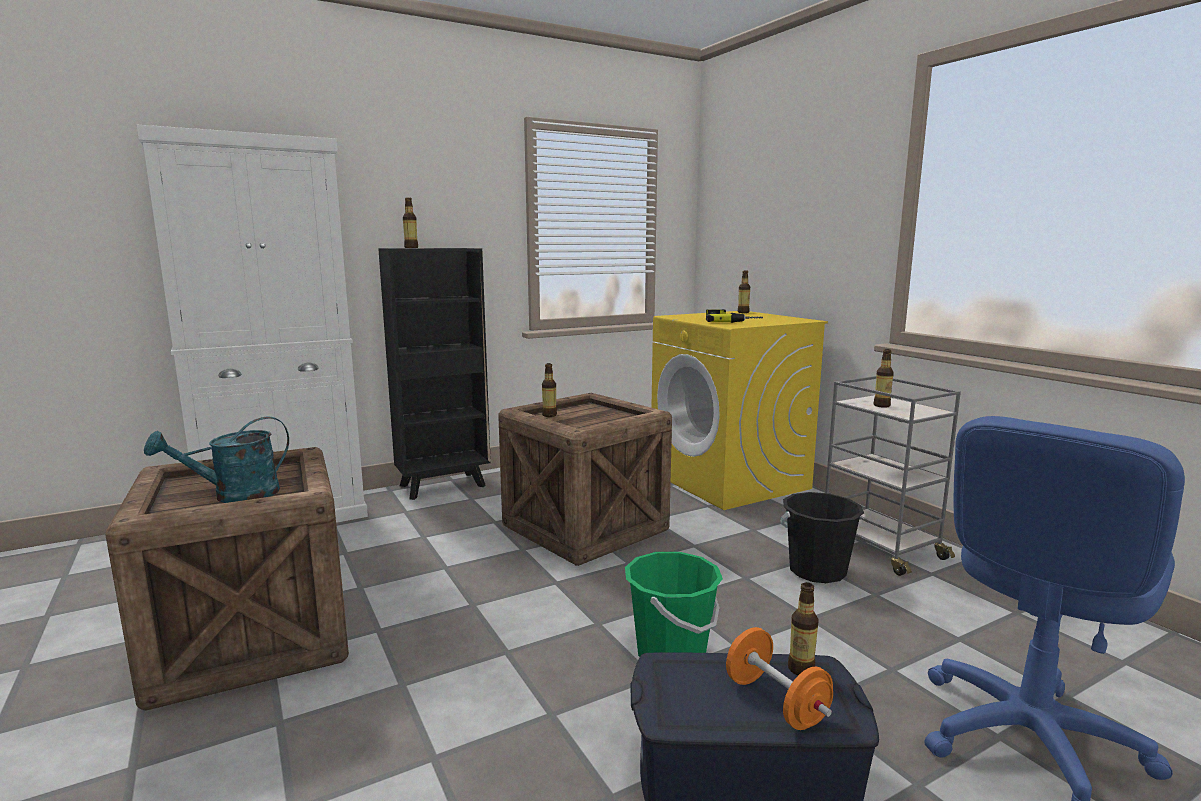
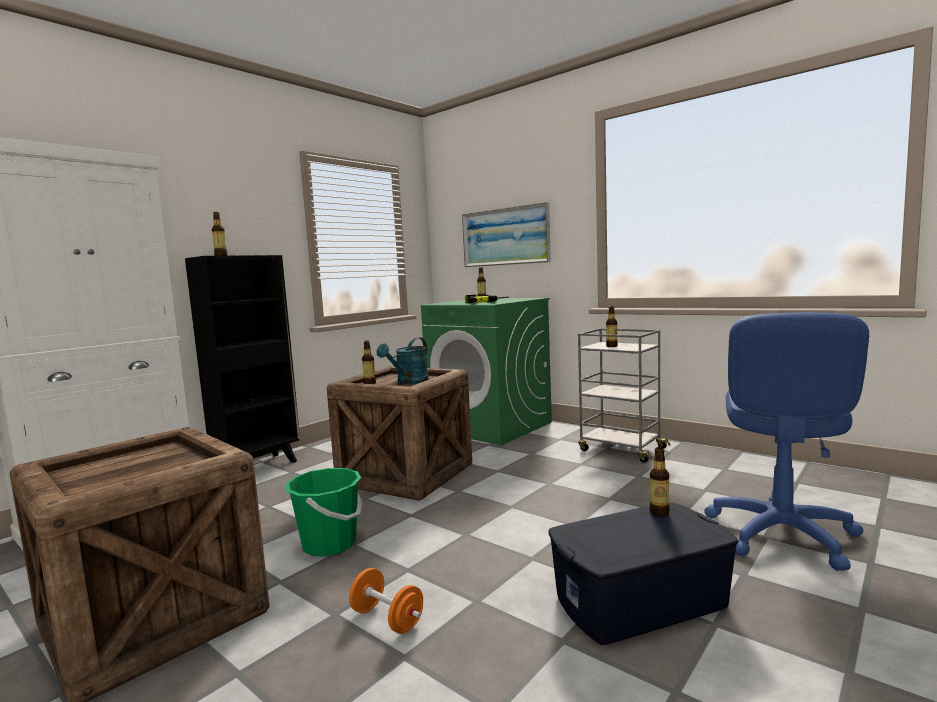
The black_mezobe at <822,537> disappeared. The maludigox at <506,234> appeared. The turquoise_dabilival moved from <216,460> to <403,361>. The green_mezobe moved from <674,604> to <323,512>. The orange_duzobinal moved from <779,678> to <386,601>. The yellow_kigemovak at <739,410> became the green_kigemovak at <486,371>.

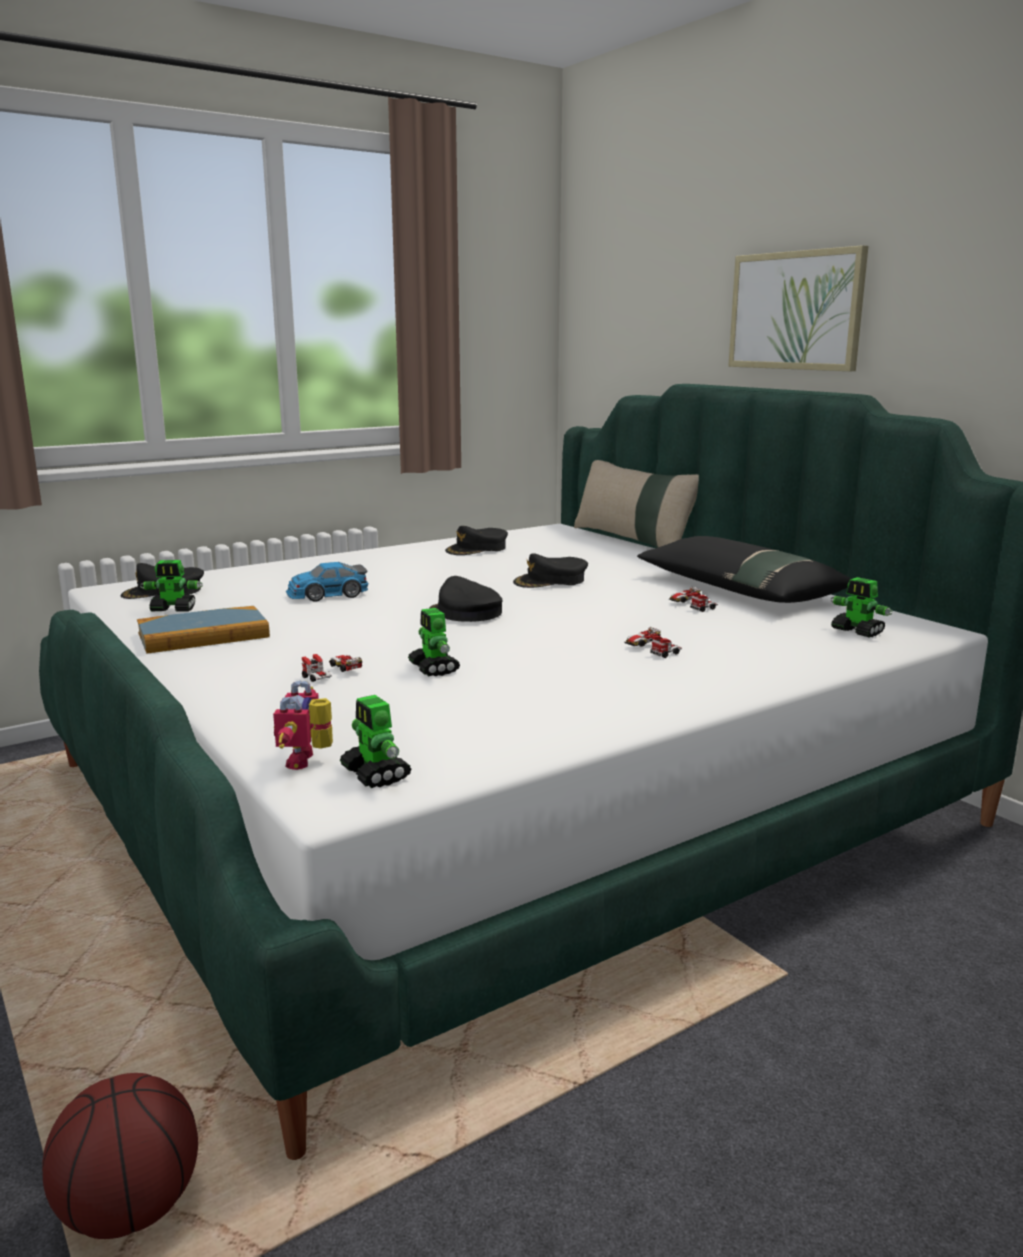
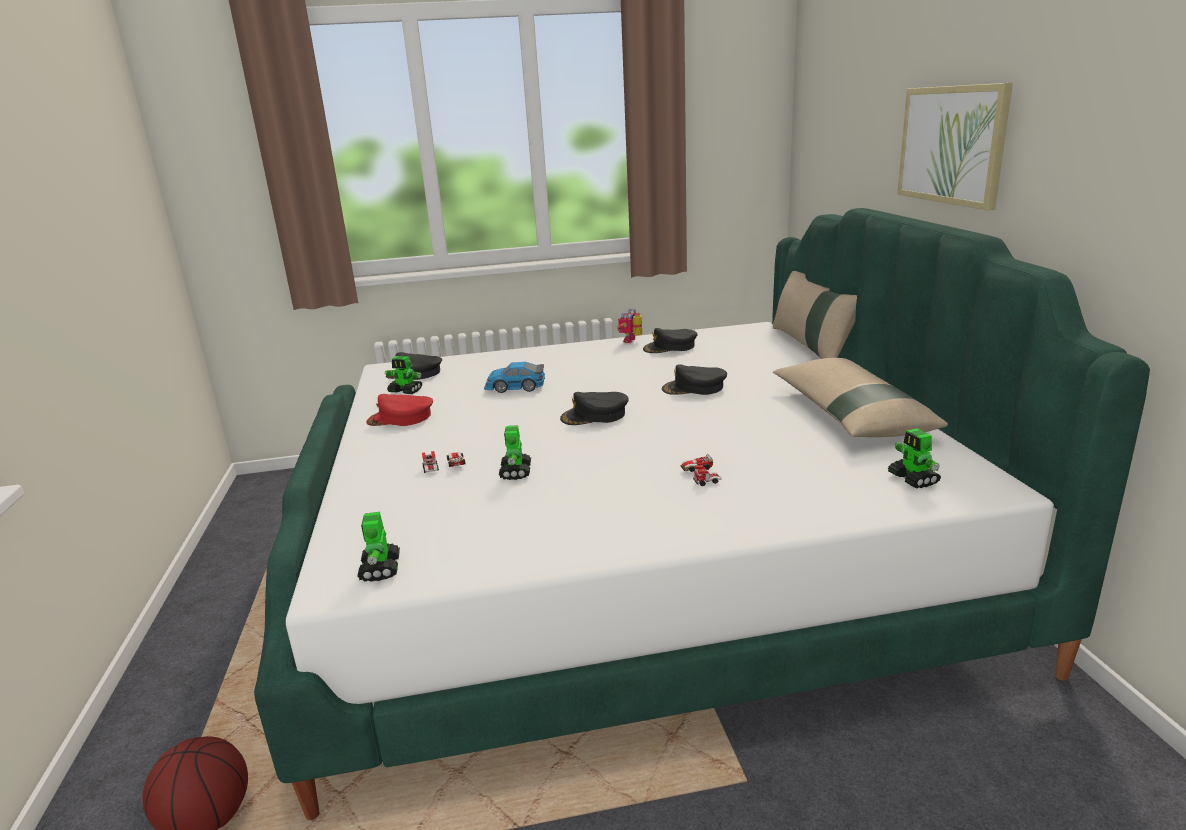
The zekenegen at <693,599> disappeared. The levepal moved from <303,725> to <629,325>. The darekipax at <203,630> was replaced by the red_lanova at <399,410>. The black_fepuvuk at <744,569> became the beige_fepuvuk at <860,397>. The black_lanova at <465,599> turned 90 degrees counterclockwise.

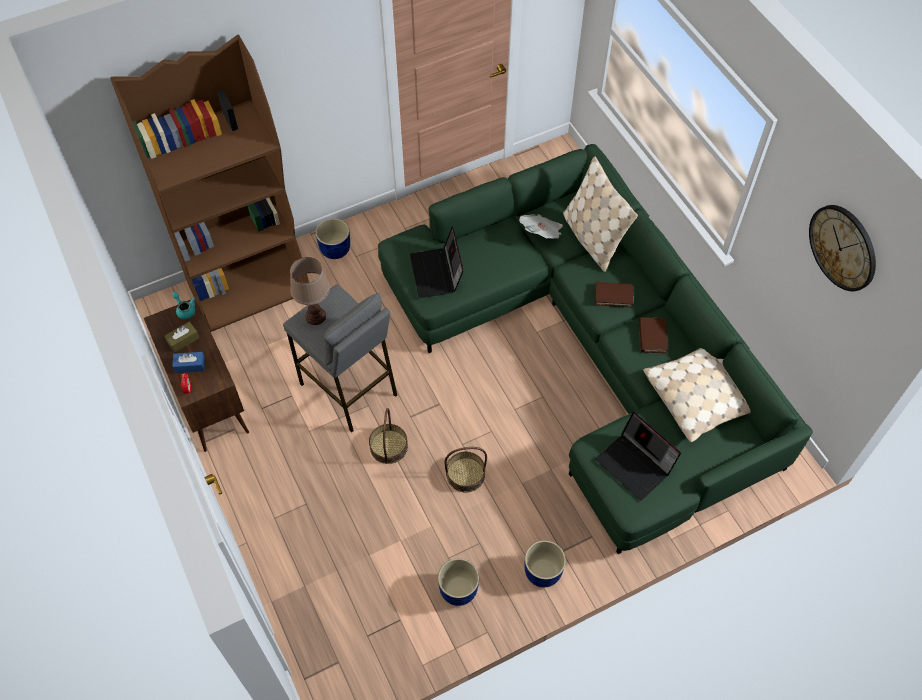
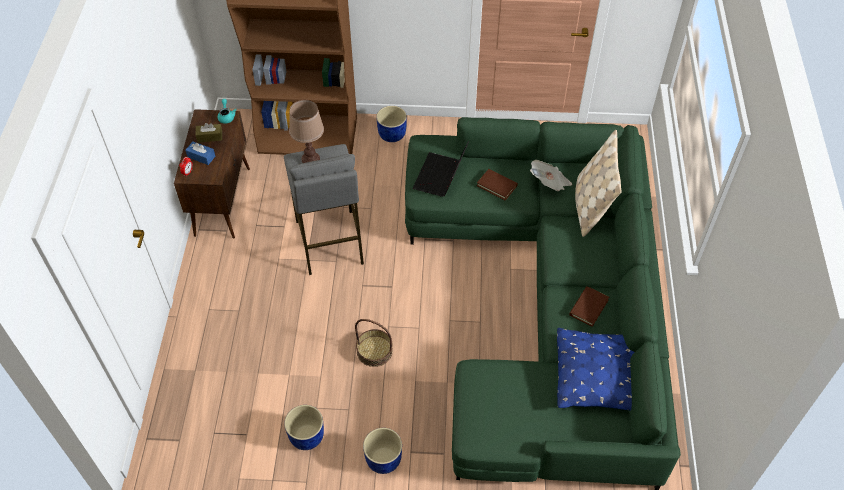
The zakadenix at <388,436> disappeared. The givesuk at <638,456> disappeared. The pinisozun at <842,248> disappeared. The brown_darekipax moved from <614,294> to <497,185>. The beige_fepuvuk at <697,395> became the blue_fepuvuk at <595,369>.

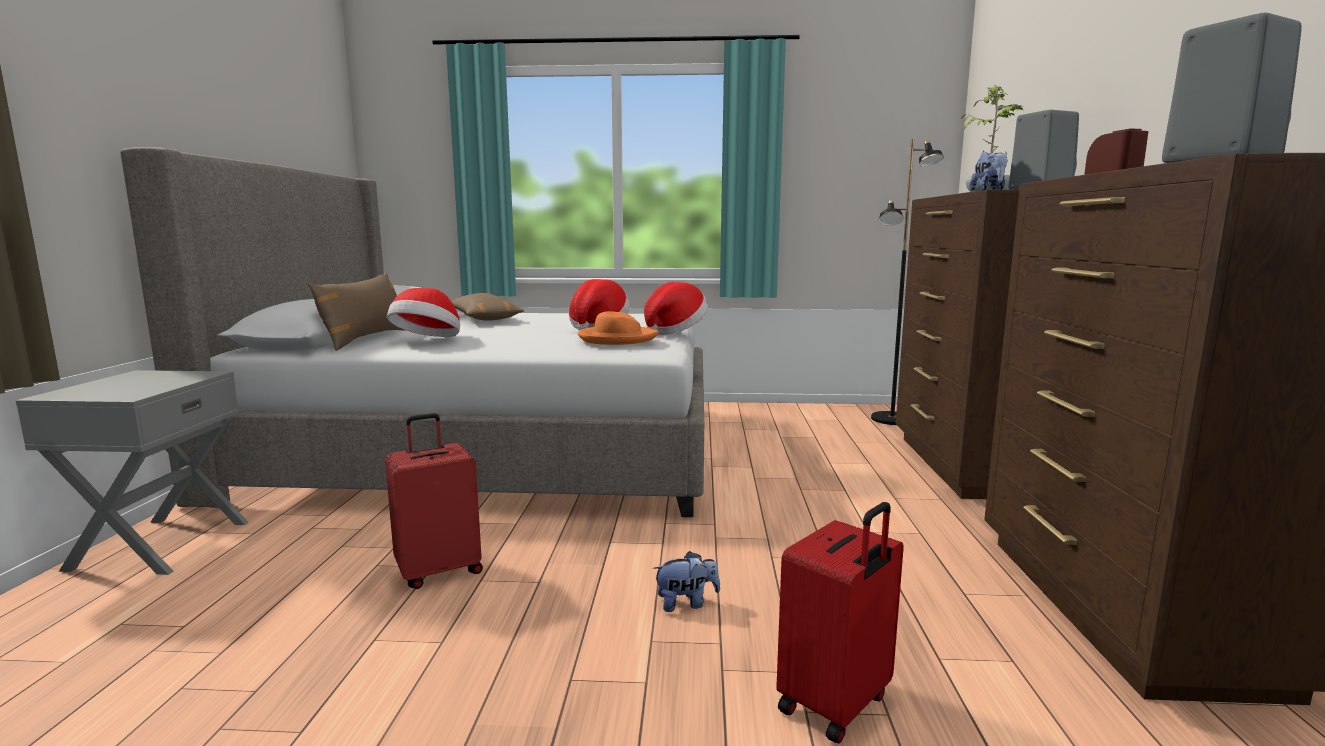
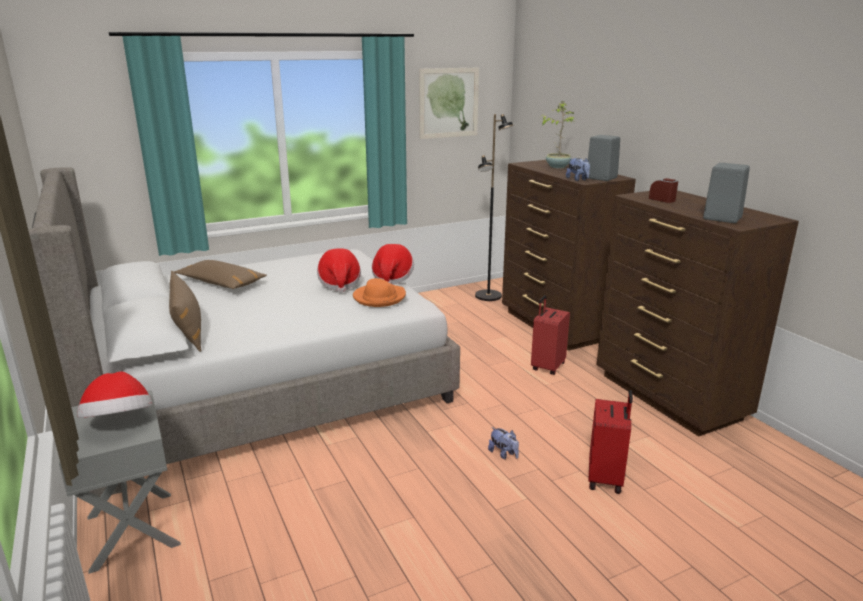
The maludigox at <449,103> appeared. The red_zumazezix moved from <434,501> to <550,335>. The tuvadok moved from <423,312> to <115,394>. The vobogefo at <686,581> turned 90 degrees clockwise.

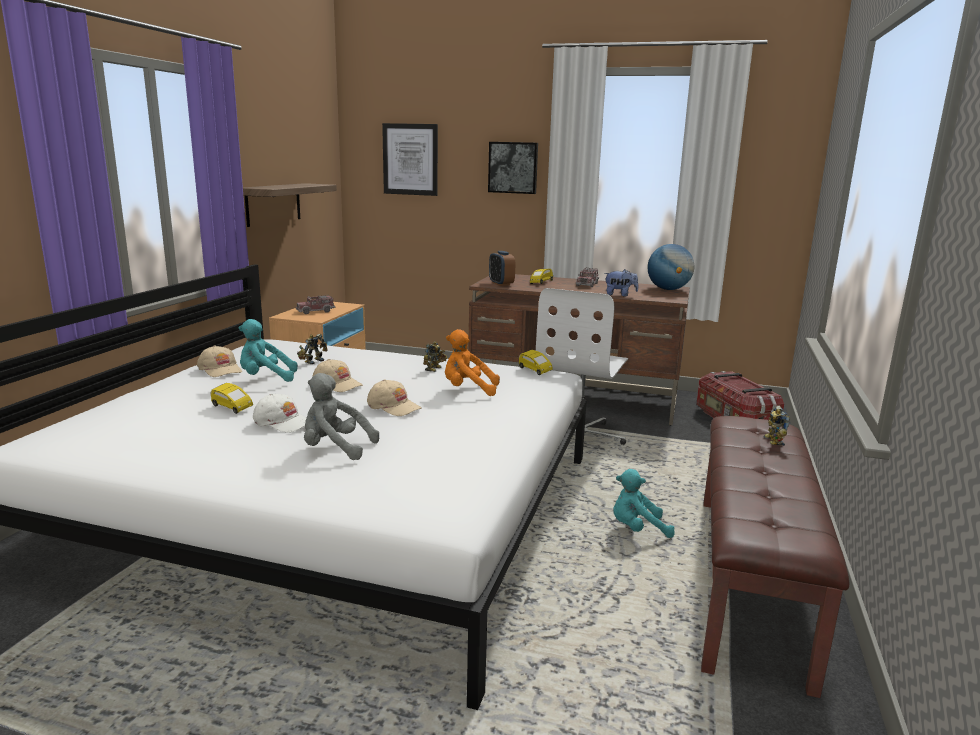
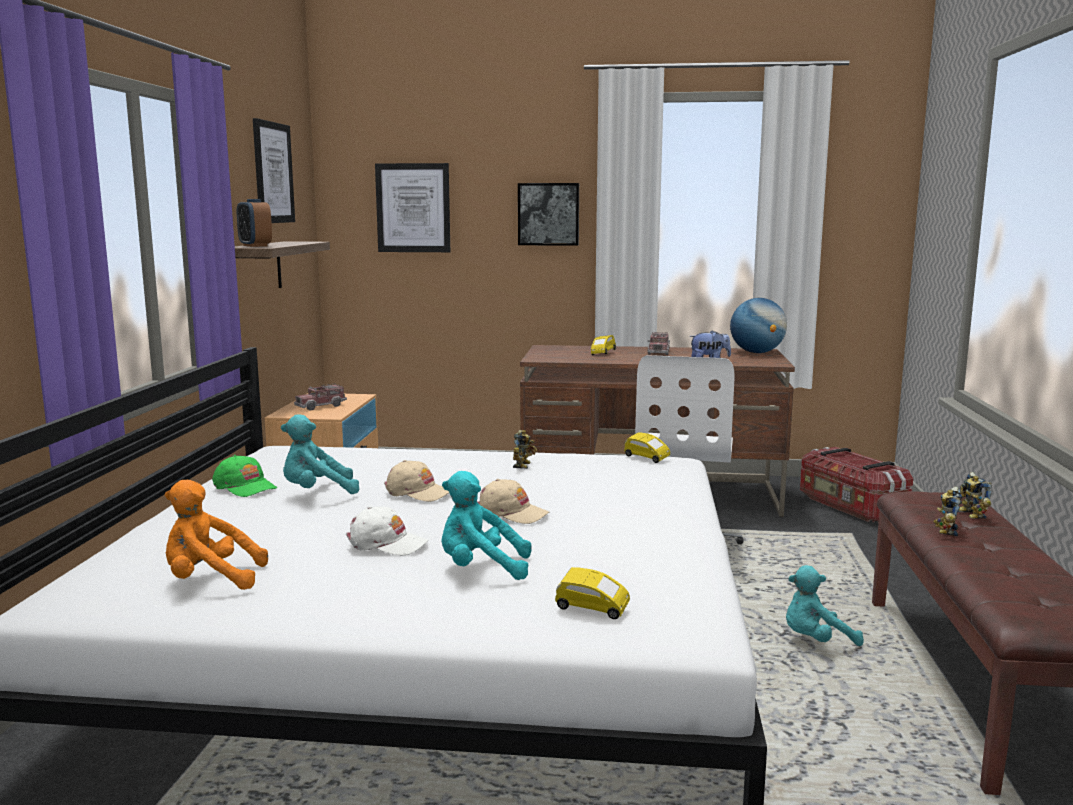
The maludigox at <274,170> appeared. The yellow_zekenegen moved from <231,398> to <592,593>. The levepal moved from <312,349> to <947,511>. The orange_vobogefo moved from <472,362> to <216,535>. The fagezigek moved from <502,268> to <254,223>. The beige_lanova at <219,361> became the green_lanova at <244,476>. The grey_vobogefo at <341,416> became the turquoise_vobogefo at <486,525>.

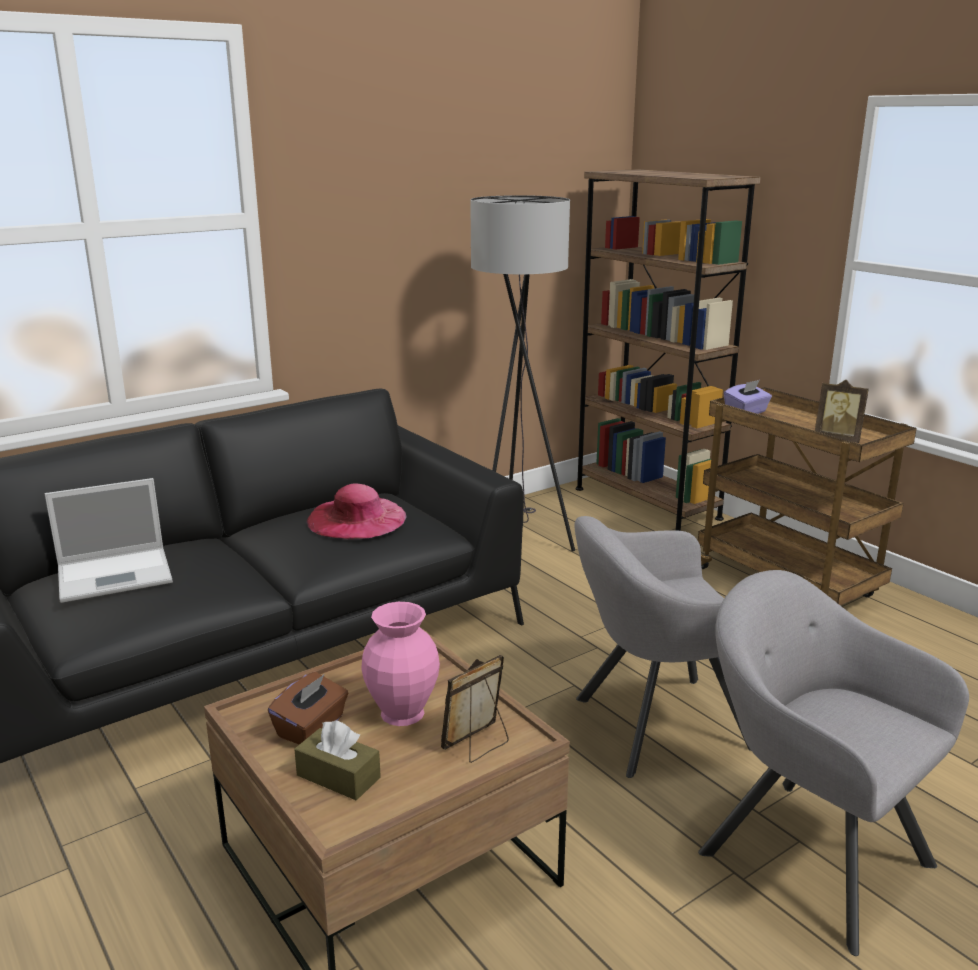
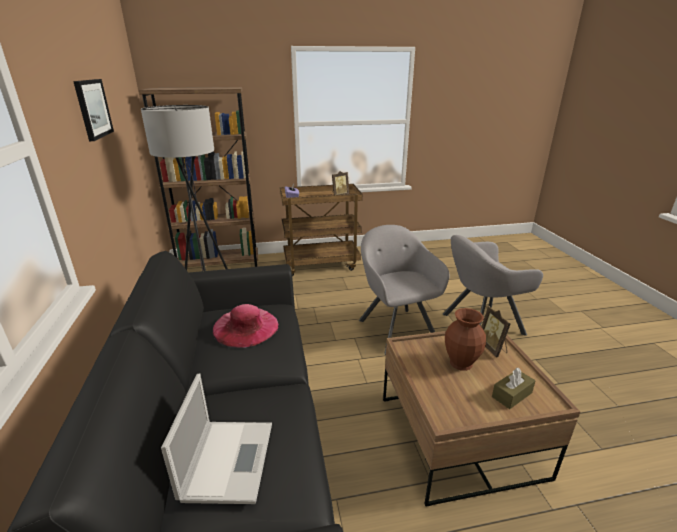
The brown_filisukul at <308,708> disappeared. The maludigox at <93,110> appeared. The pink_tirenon at <400,664> became the brown_tirenon at <465,339>. The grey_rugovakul at <662,647> turned 150 degrees clockwise.

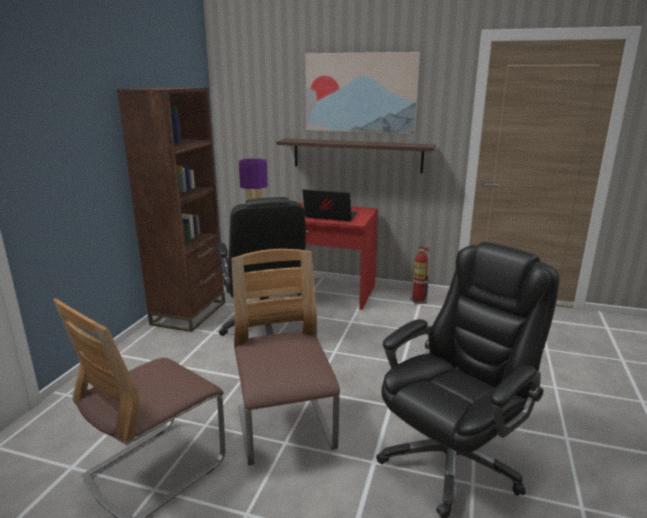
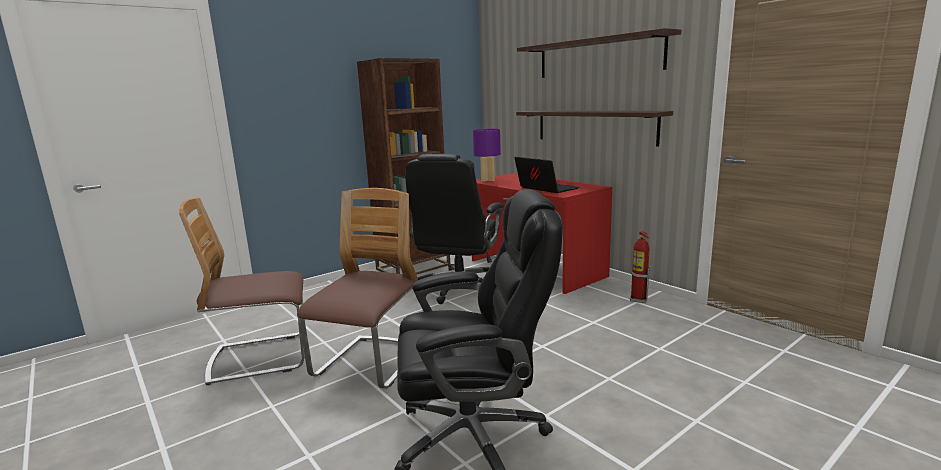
The maludigox at <362,93> was replaced by the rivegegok at <599,53>.

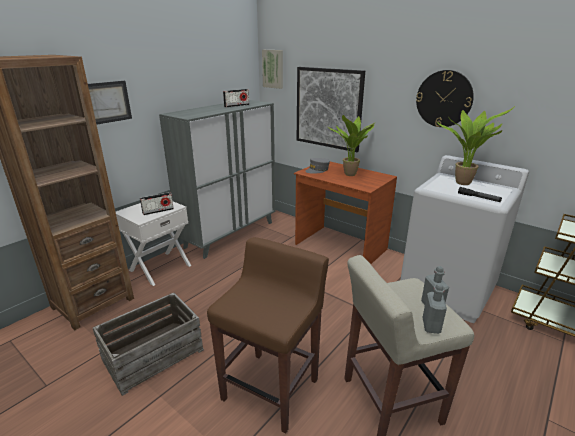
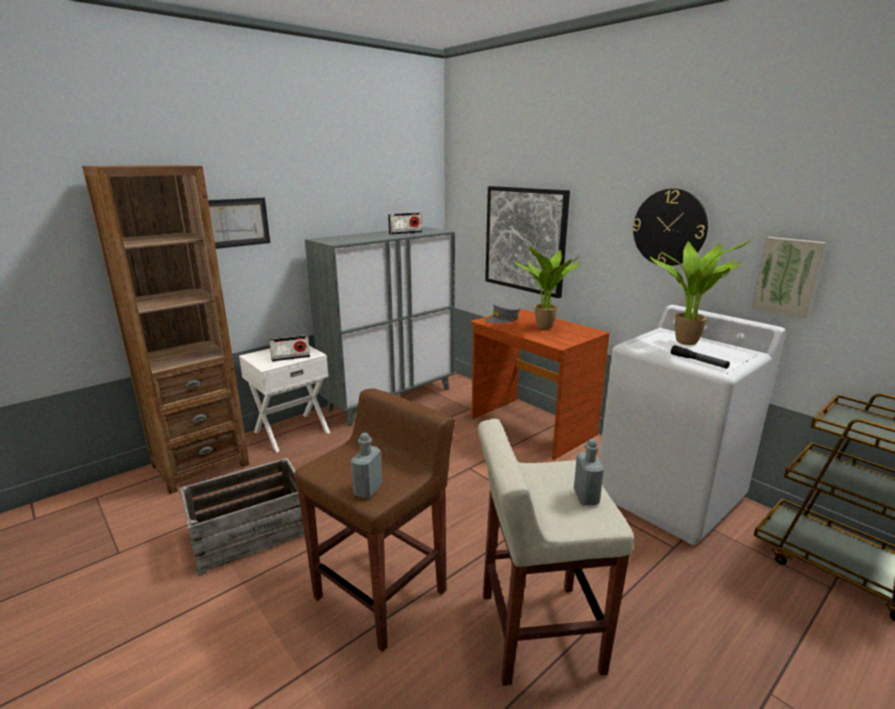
The maludigox moved from <272,69> to <789,277>. The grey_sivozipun moved from <434,308> to <366,466>.

